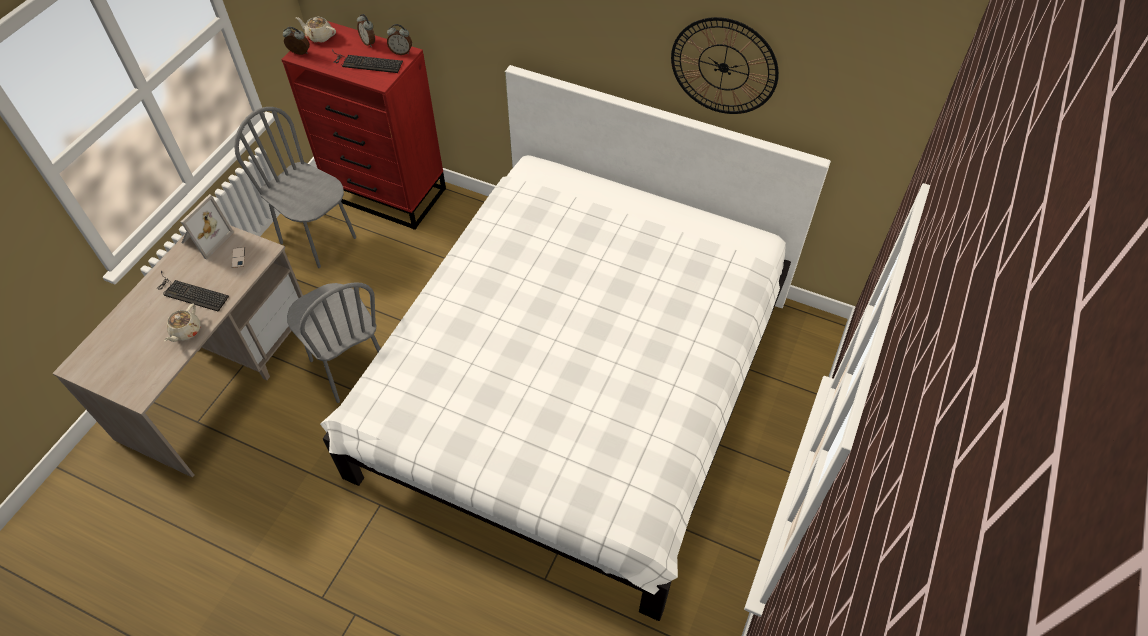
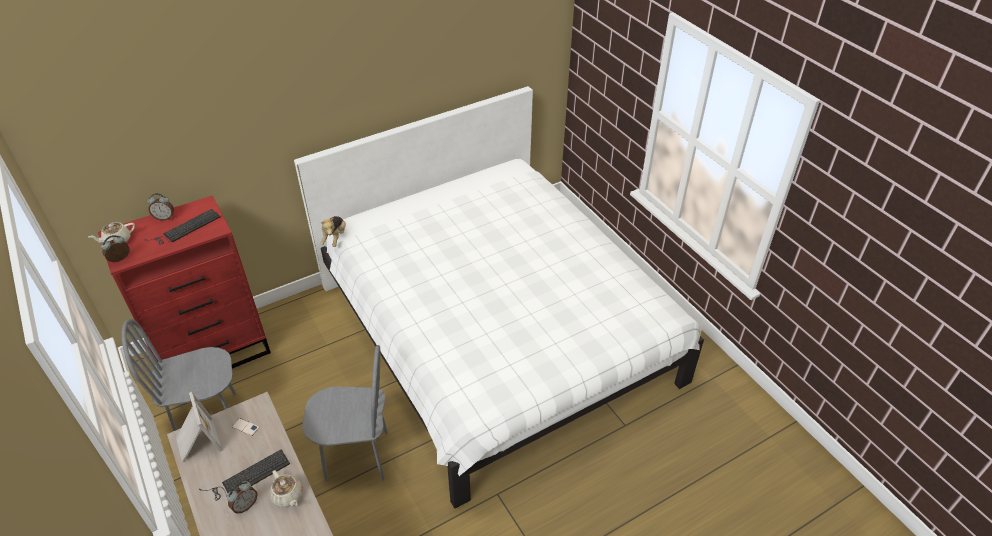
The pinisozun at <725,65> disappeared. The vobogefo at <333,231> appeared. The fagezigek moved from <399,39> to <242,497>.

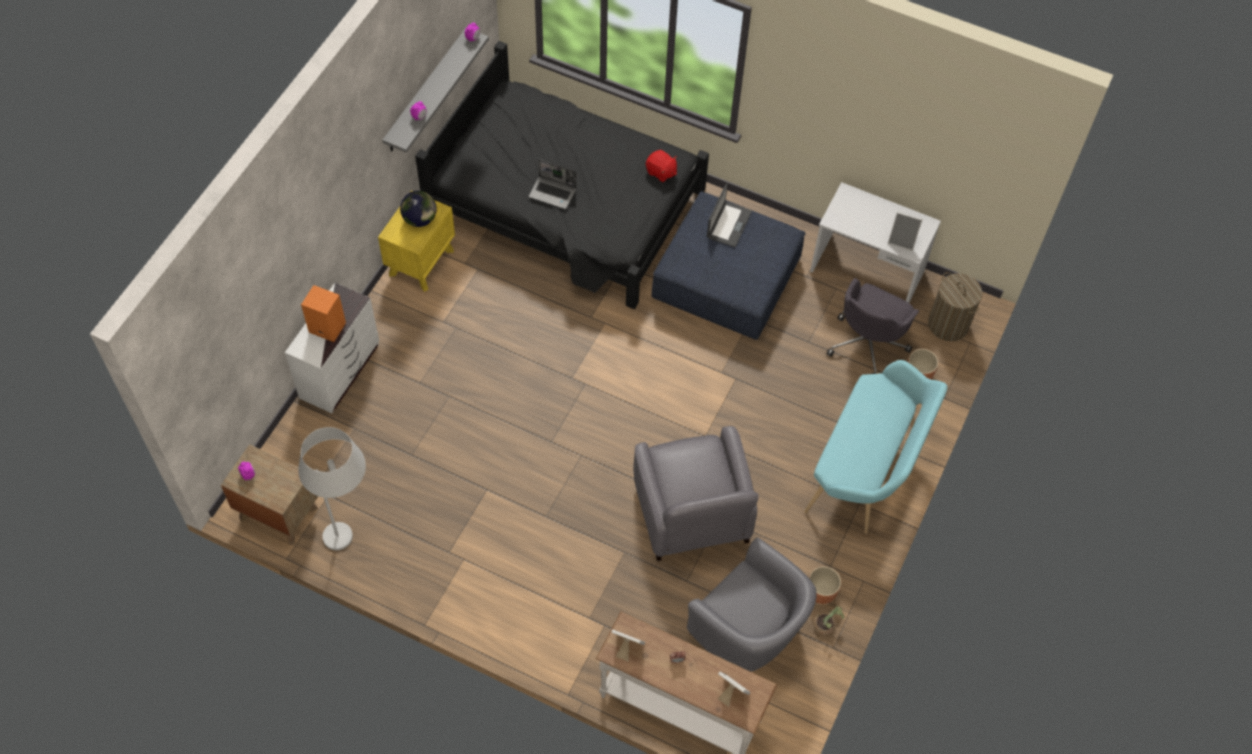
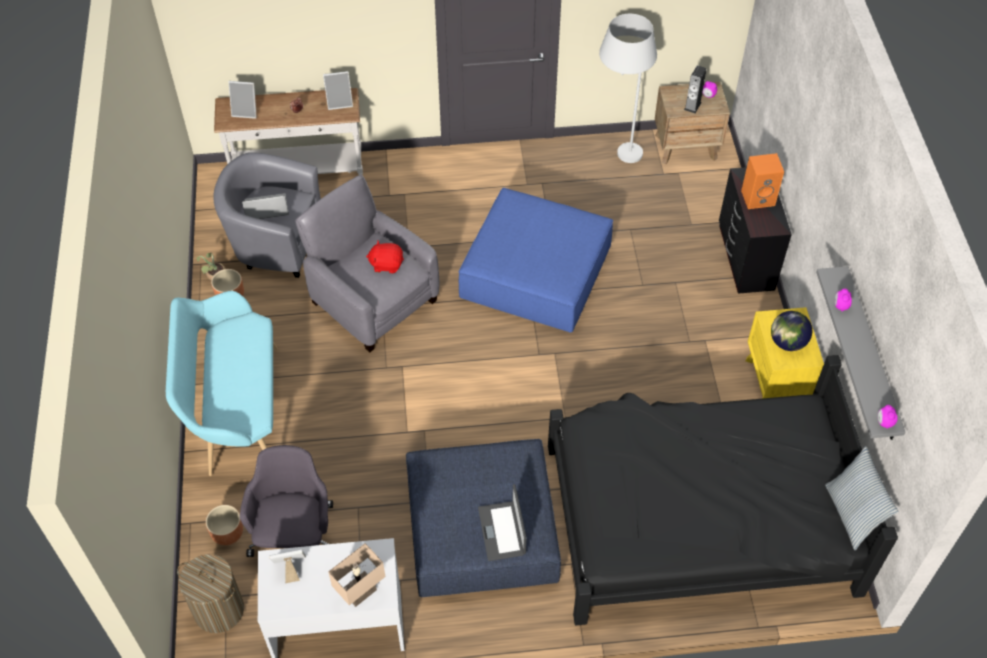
The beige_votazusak at <356,575> appeared. The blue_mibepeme at <536,260> appeared. The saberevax at <695,89> appeared. The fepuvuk at <862,498> appeared. The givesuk moved from <553,184> to <265,206>. The red_vobogefo moved from <661,166> to <385,257>. The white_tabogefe at <332,348> became the black_tabogefe at <755,230>.

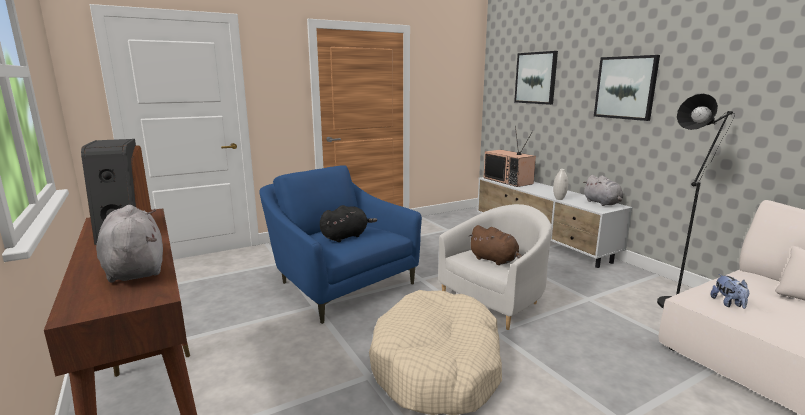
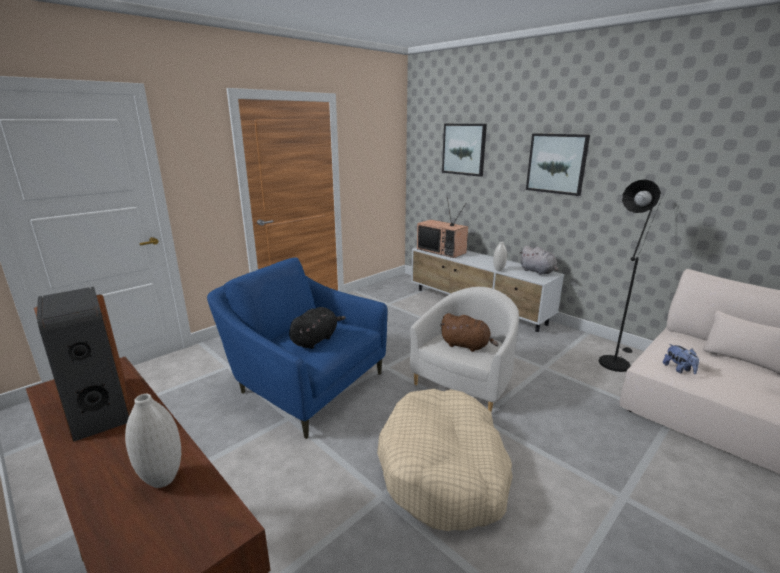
The grey_vobogefo at <129,244> was replaced by the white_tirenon at <153,441>.

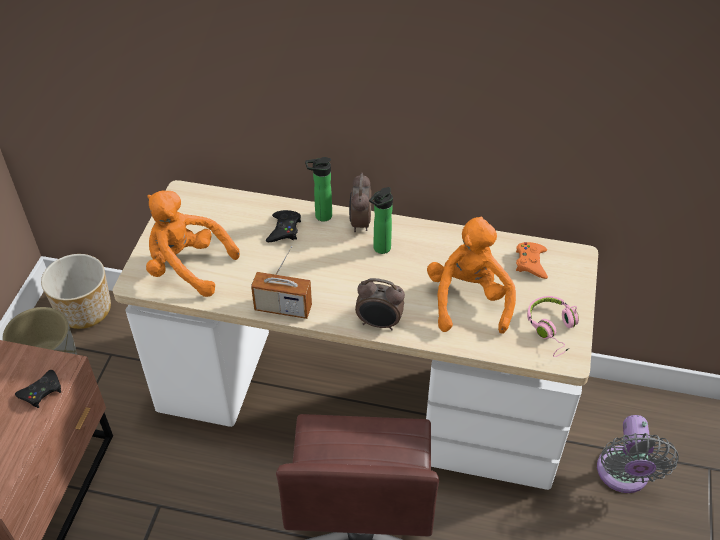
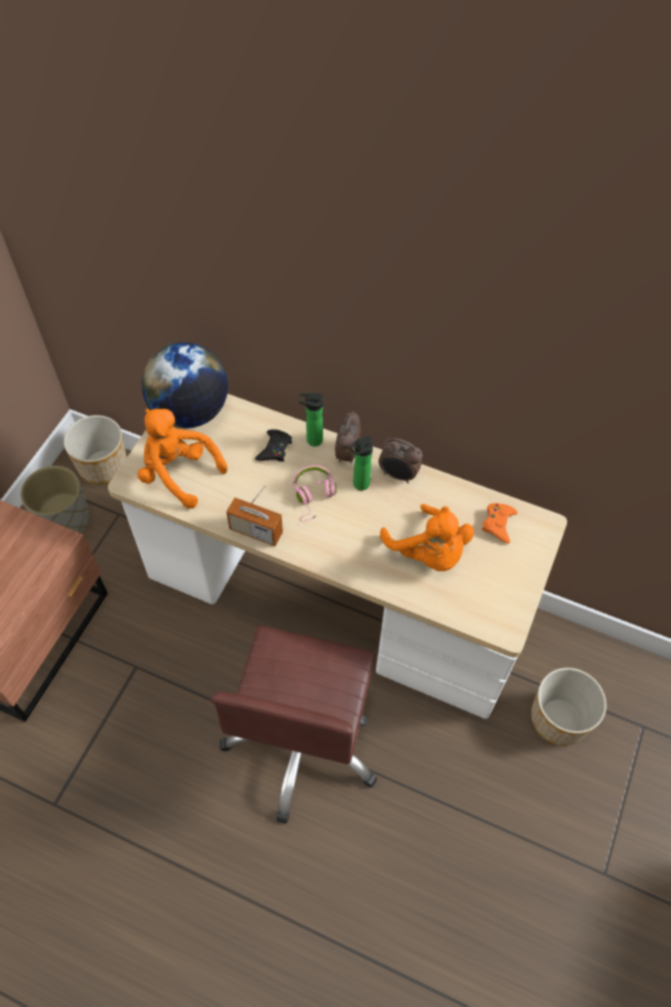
The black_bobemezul at <38,389> disappeared. The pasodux at <184,385> appeared. The fagezigek moved from <380,304> to <400,460>. The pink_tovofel moved from <553,326> to <314,493>. The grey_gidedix at <638,454> was replaced by the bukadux at <568,707>. The orange_vobogefo at <471,275> turned 135 degrees clockwise.

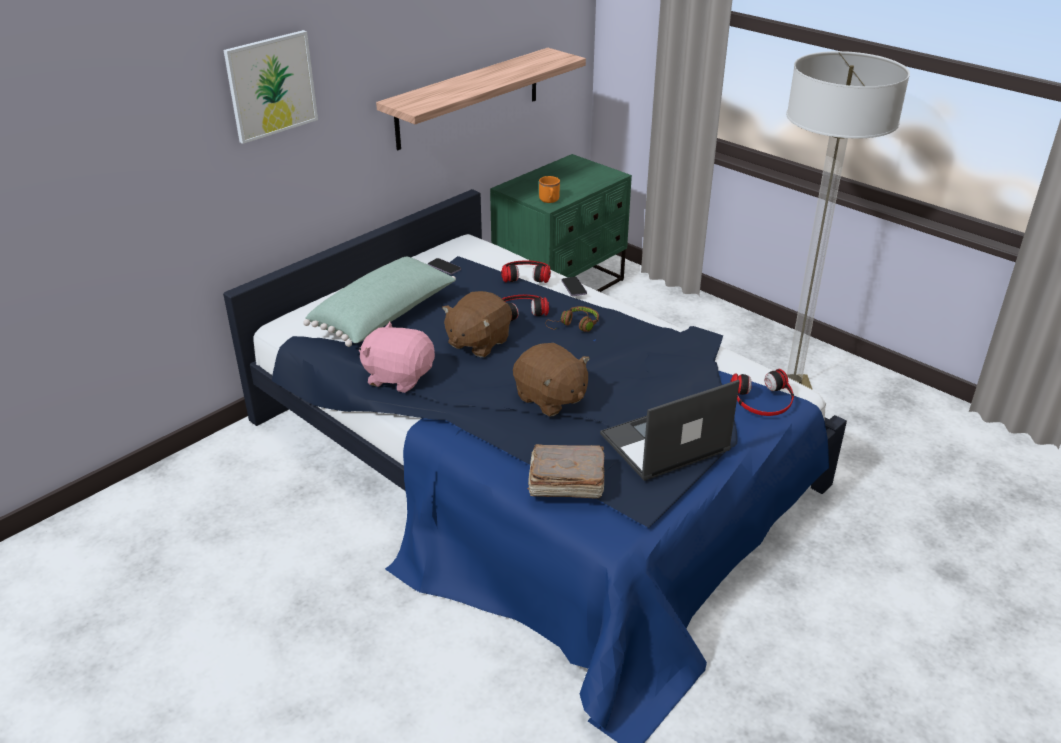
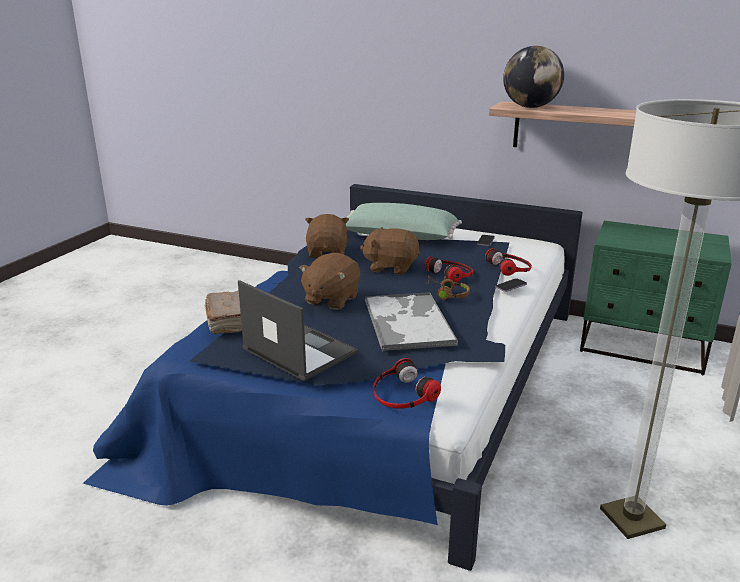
The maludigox at <271,87> disappeared. The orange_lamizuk at <549,189> disappeared. The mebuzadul at <411,321> appeared. The pasodux at <533,77> appeared. The pink_vobogefo at <397,357> became the brown_vobogefo at <327,236>.

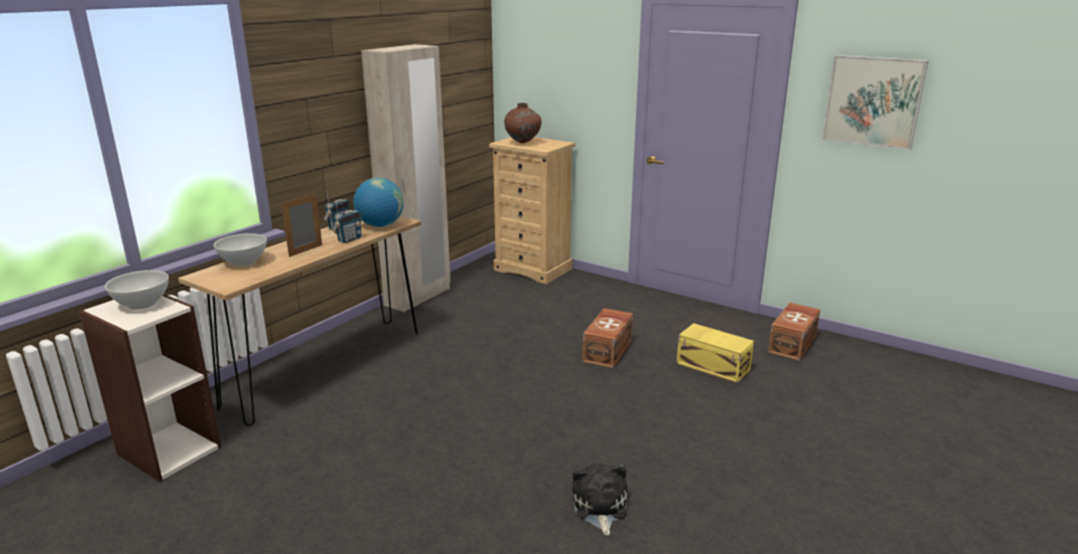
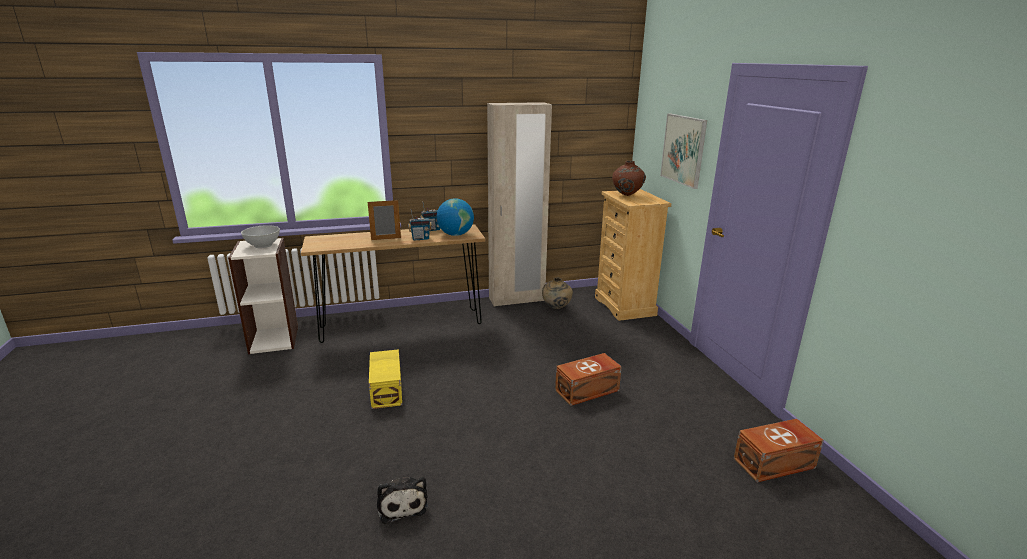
The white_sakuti at <240,250> disappeared. The beige_tirenon at <557,293> appeared. The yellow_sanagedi moved from <715,353> to <385,379>. The maludigox moved from <875,102> to <683,151>. The vobogefo at <600,499> turned 120 degrees clockwise.

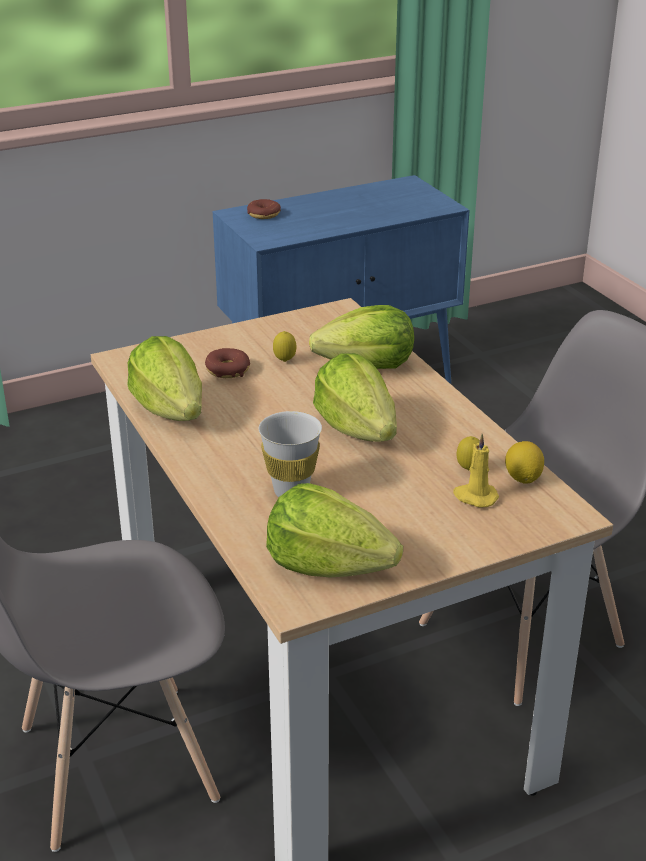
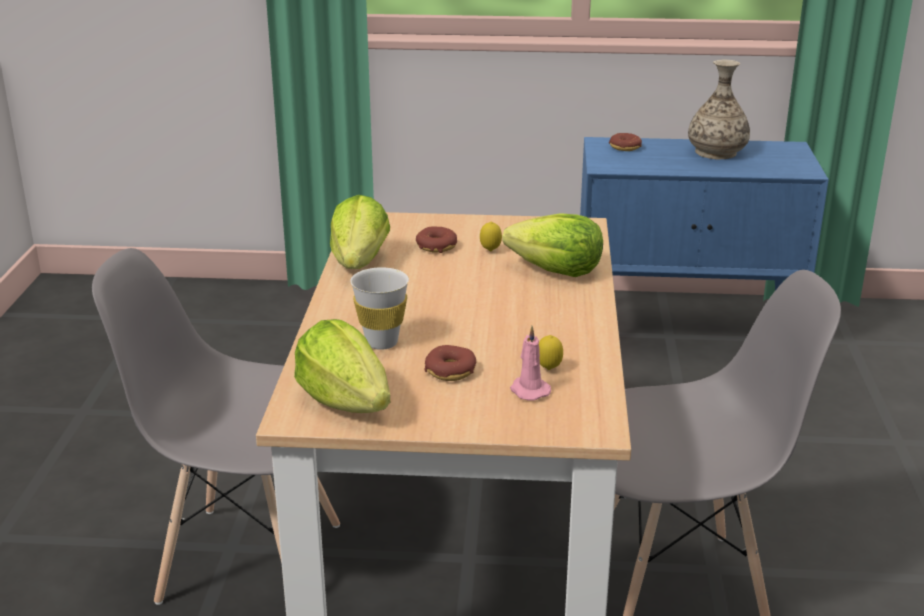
The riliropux at <355,397> disappeared. The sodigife at <524,462> disappeared. The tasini at <450,363> appeared. The tirenon at <719,109> appeared. The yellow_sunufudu at <476,470> became the pink_sunufudu at <530,363>.

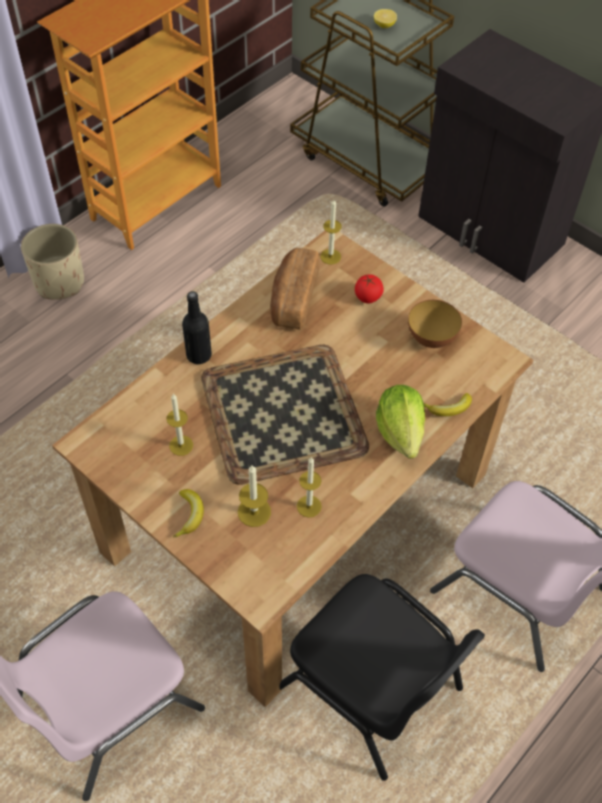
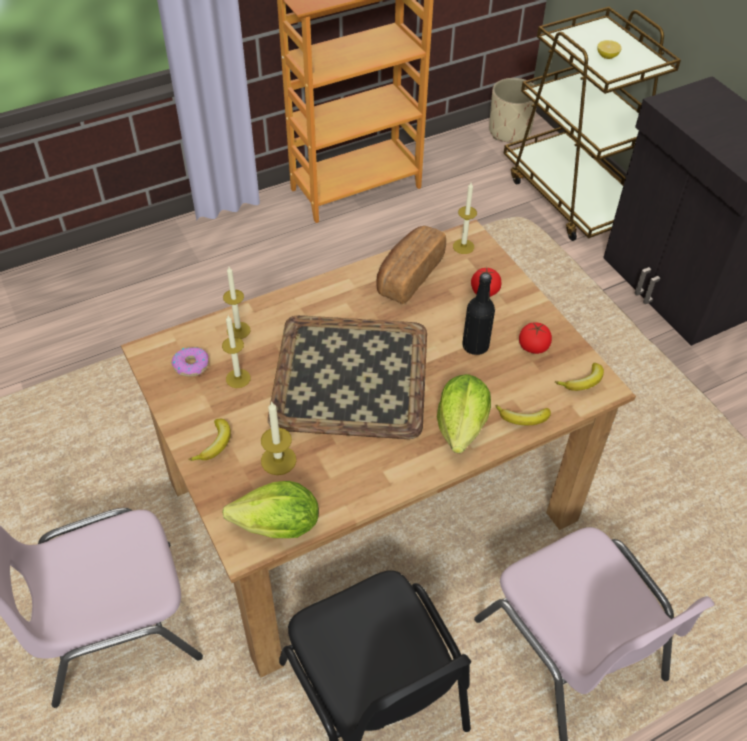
The tasini at <190,361> appeared. The riliropux at <270,509> appeared. The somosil at <579,377> appeared. The beige_bukadux moved from <52,262> to <513,110>. The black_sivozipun moved from <197,327> to <478,314>. The sunufudu moved from <309,487> to <236,303>. The sakuti at <435,324> was replaced by the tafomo at <535,338>.

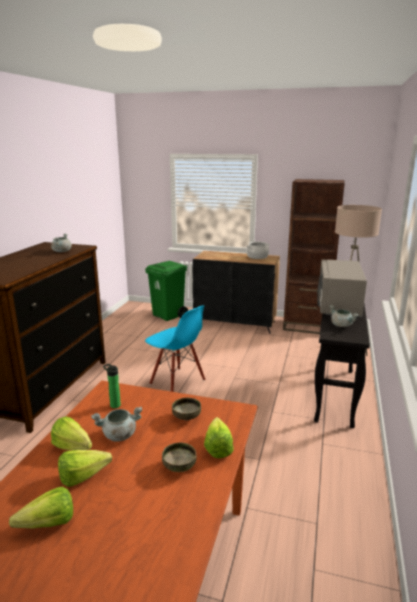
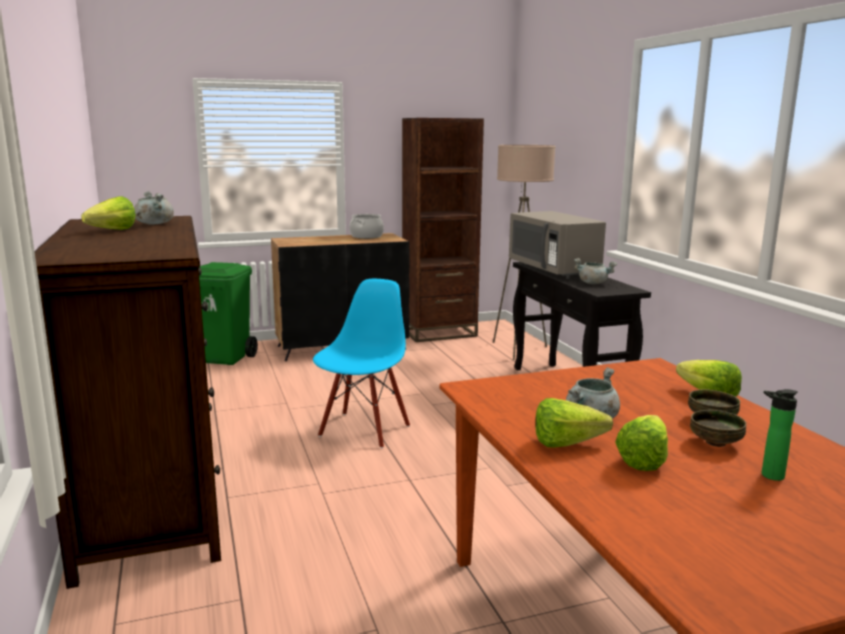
The riliropux moved from <41,508> to <108,213>. The sivozipun moved from <112,386> to <780,435>. The sakuti moved from <186,409> to <718,428>. The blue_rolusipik at <175,348> turned 75 degrees counterclockwise.

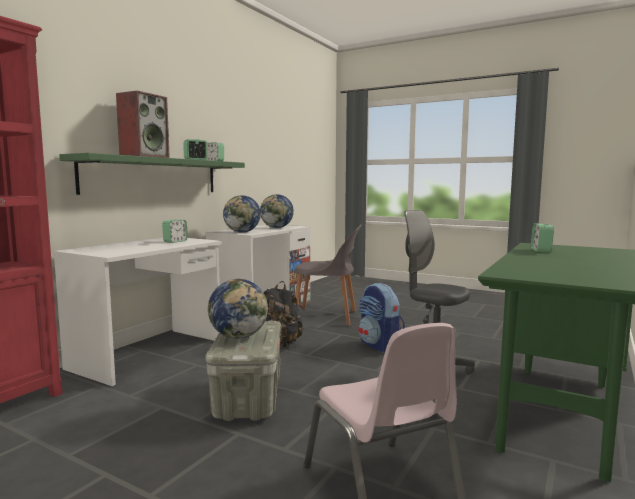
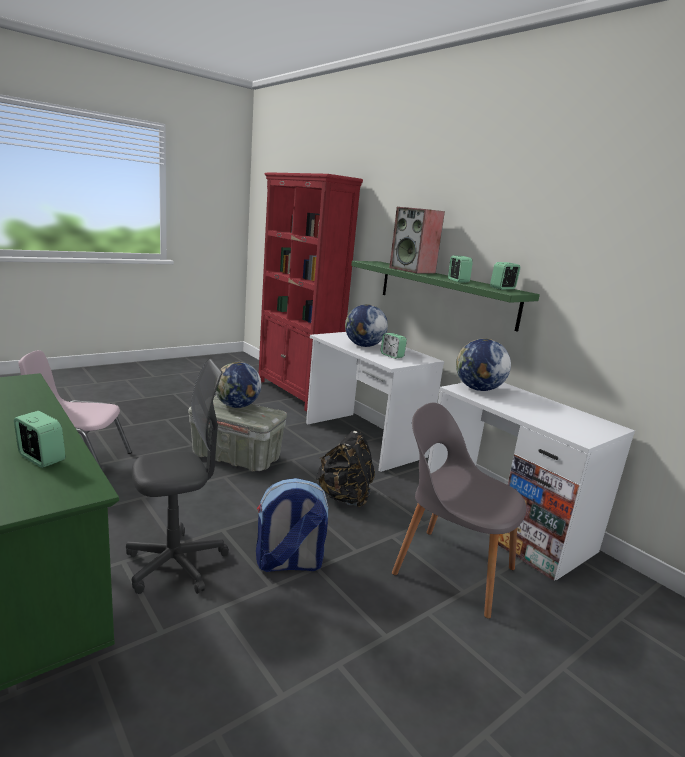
The pasodux moved from <277,211> to <366,325>. The grey_rolusipik at <328,275> turned 90 degrees clockwise.

